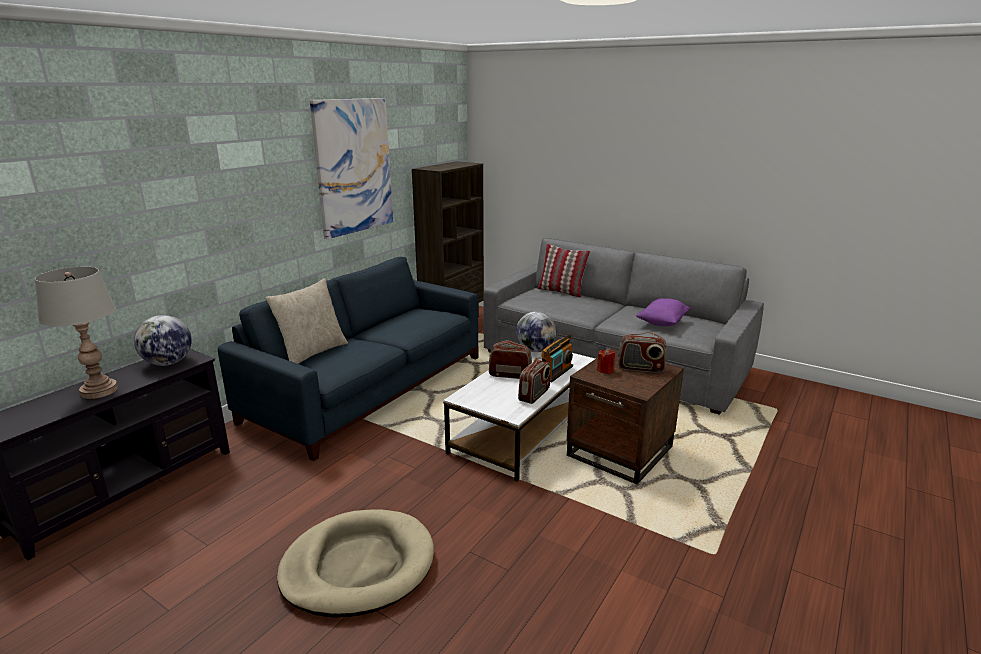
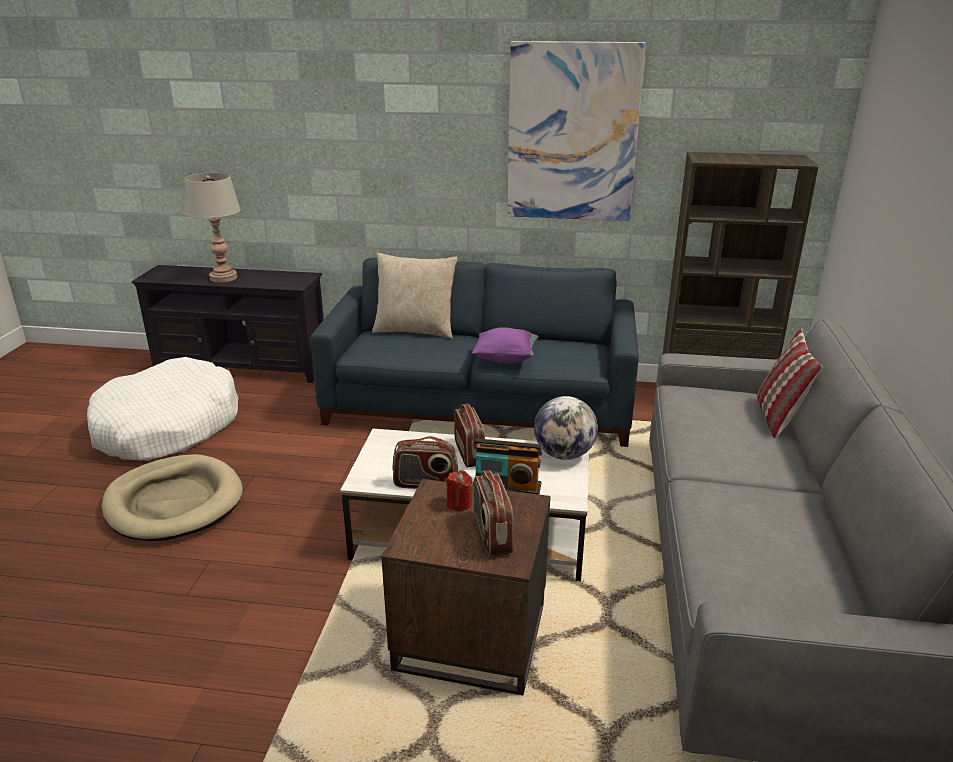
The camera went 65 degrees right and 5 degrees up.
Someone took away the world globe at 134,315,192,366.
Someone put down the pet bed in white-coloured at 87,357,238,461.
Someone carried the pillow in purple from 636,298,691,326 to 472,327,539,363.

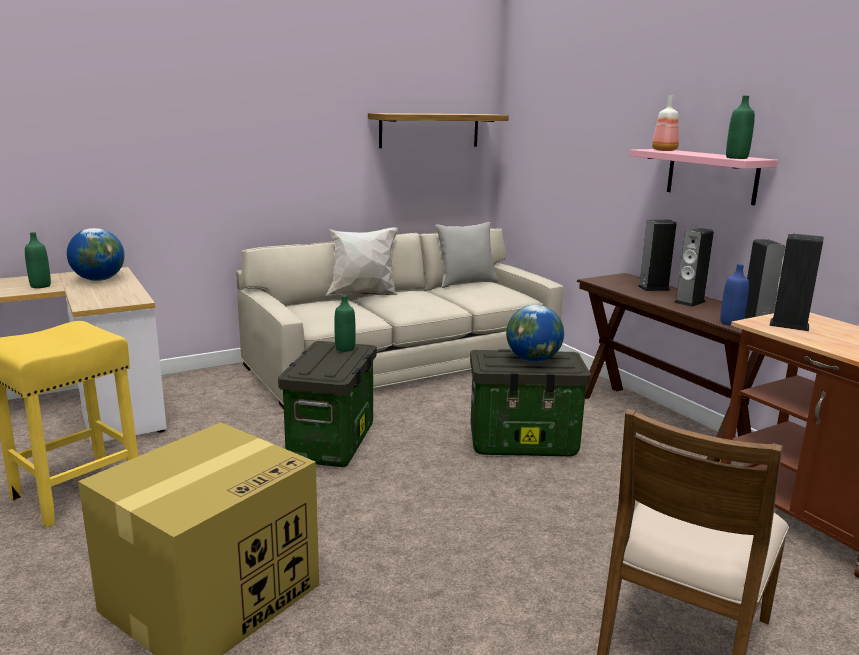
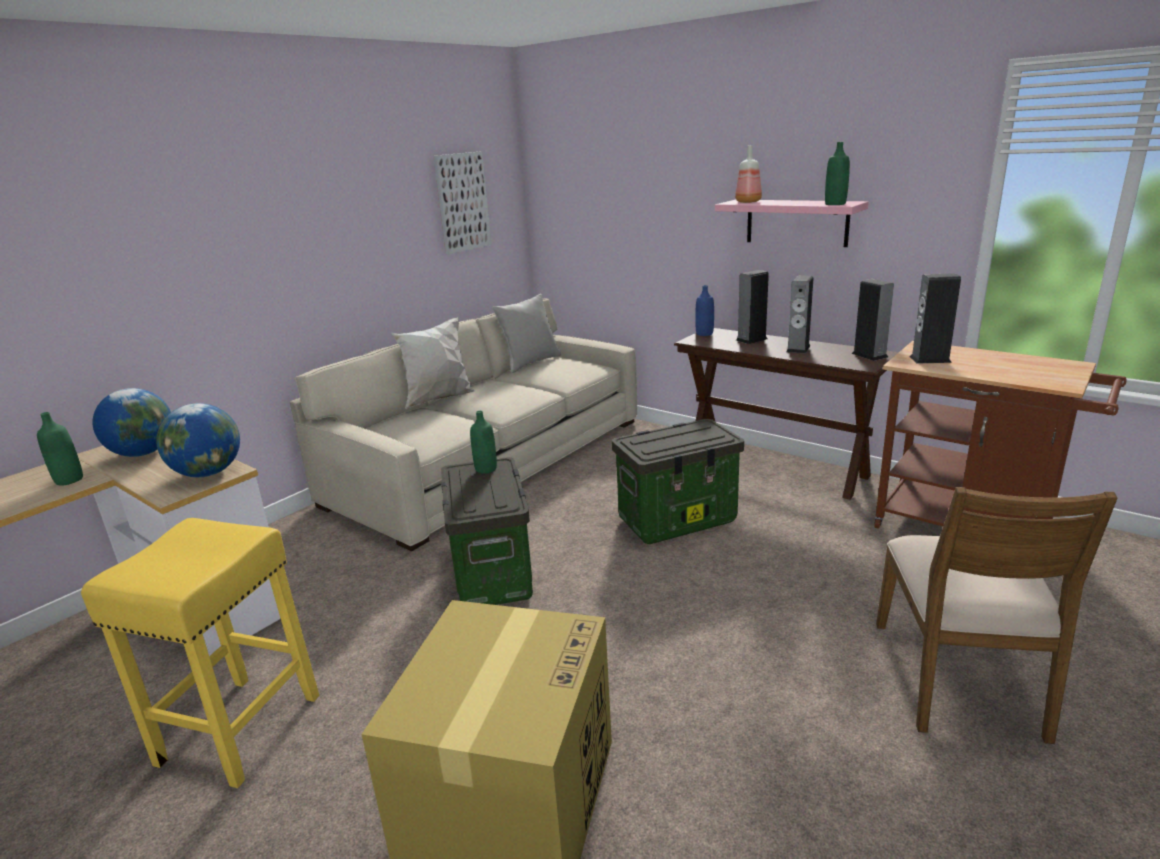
The camera went 20 degrees left and 5 degrees up.
Someone carried the world globe from 506,305,564,362 to 156,403,240,477.
Someone carried the beverage bottle in blue from 720,264,749,326 to 695,285,714,336.
Someone swapped the wall shelf at 368,113,509,148 for the wall art at 433,151,492,254.

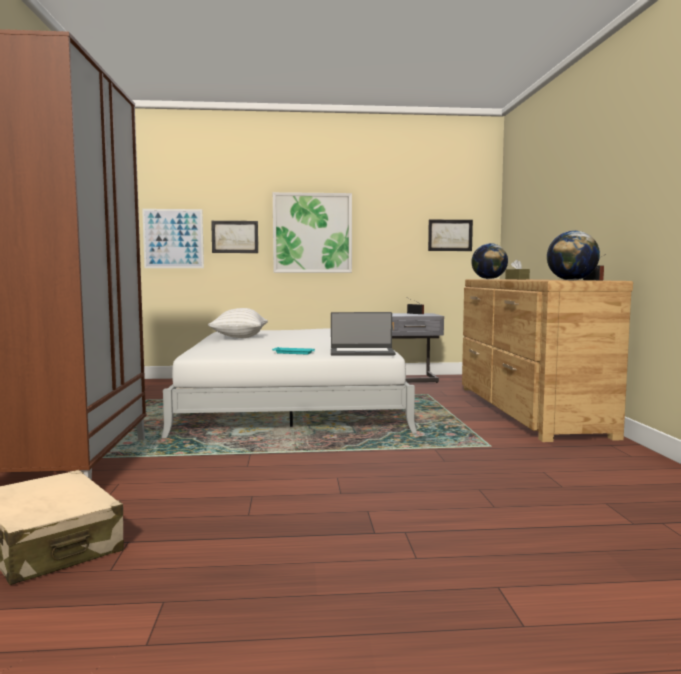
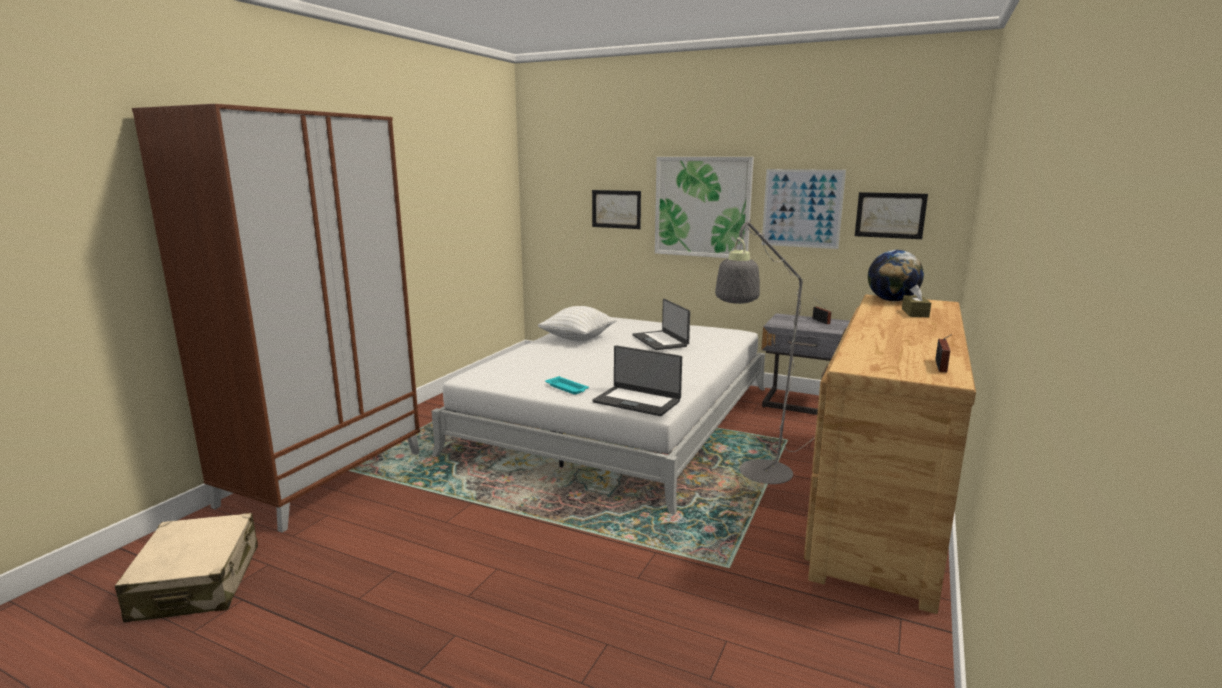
The camera went 30 degrees right and 10 degrees up.
Someone took away the world globe at 547,231,600,280.
Someone put down the notebook computer at 632,299,690,350.
Someone put down the standard lamp in grey at 715,219,815,484.
Someone carried the wall art from 142,209,204,268 to 762,169,846,249.

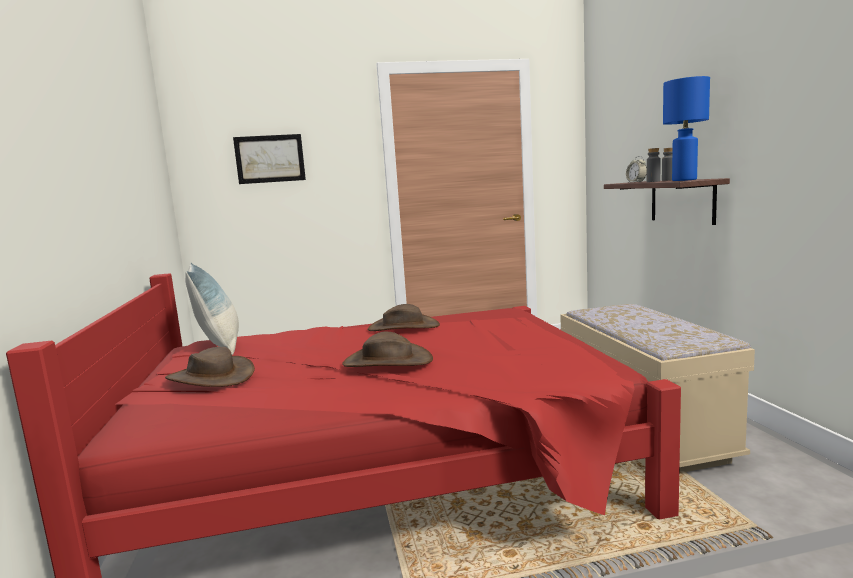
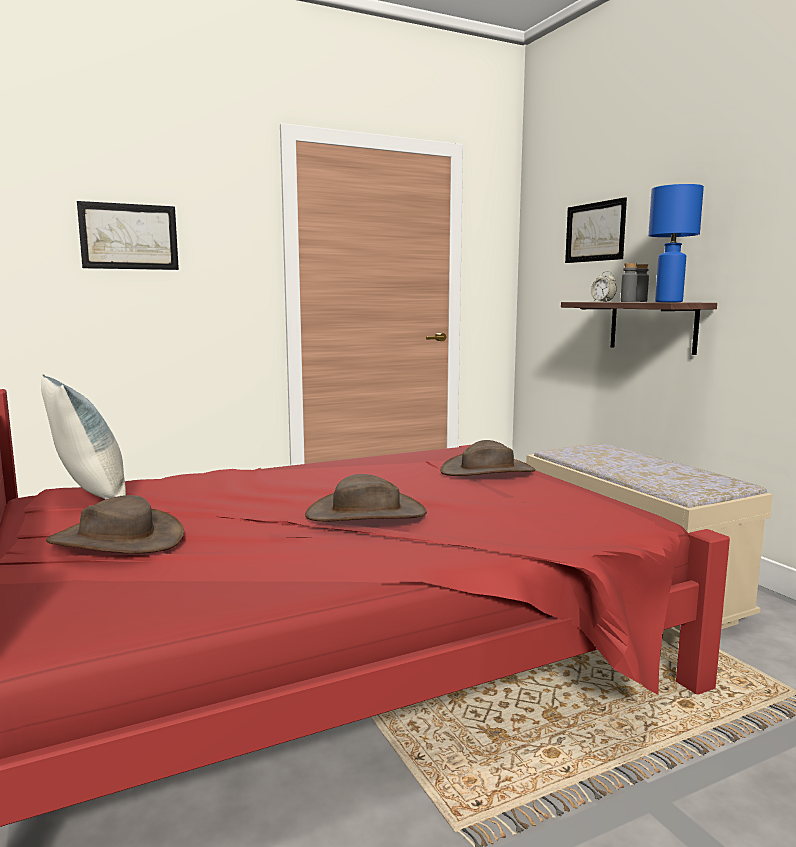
The camera went 15 degrees left and 0 degrees up.
Someone put up the wall art at 565,197,627,263.
Someone carried the clothing hat in brown-coloured from 368,304,440,331 to 440,440,535,476.

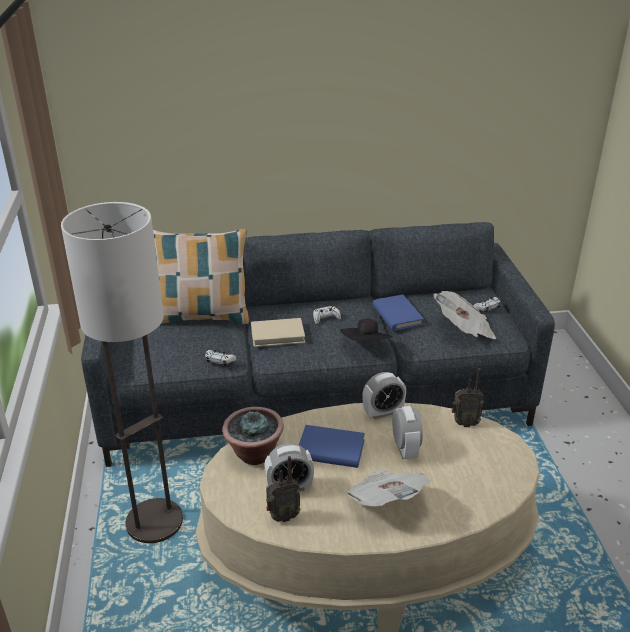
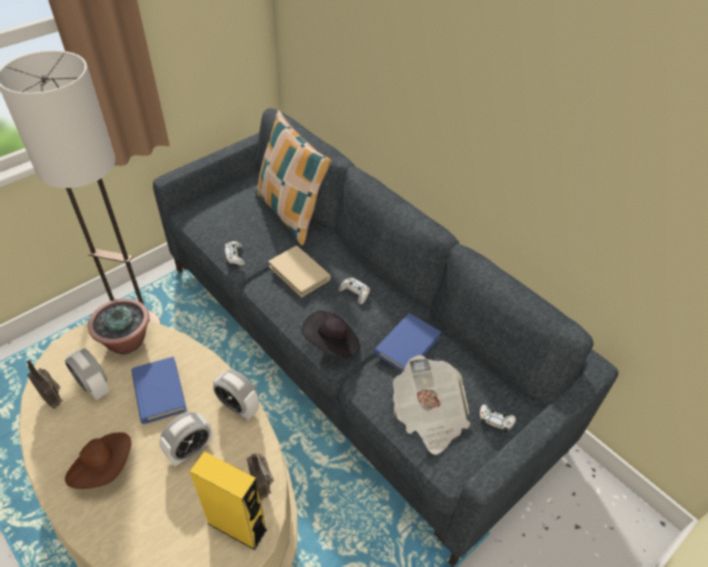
The camera went 55 degrees right and 15 degrees up.
Someone put down the loudspeaker in yellow-coloured at 189,451,267,550.
Someone swapped the daily paper at 345,470,432,506 for the clothing hat in brown-coloured at 65,432,131,489.

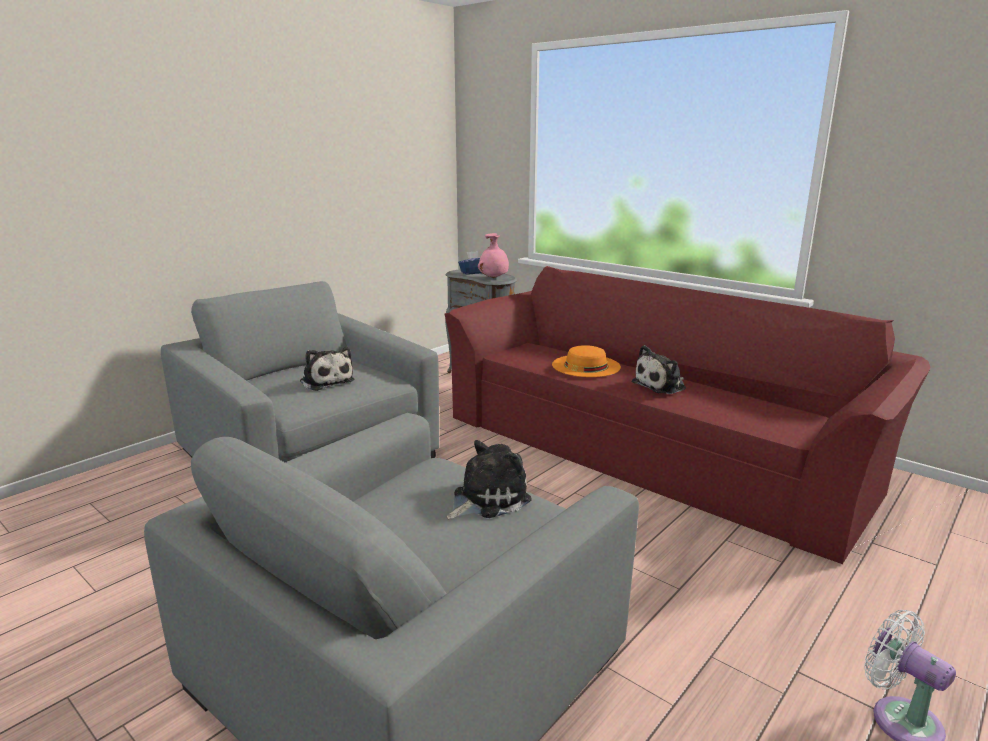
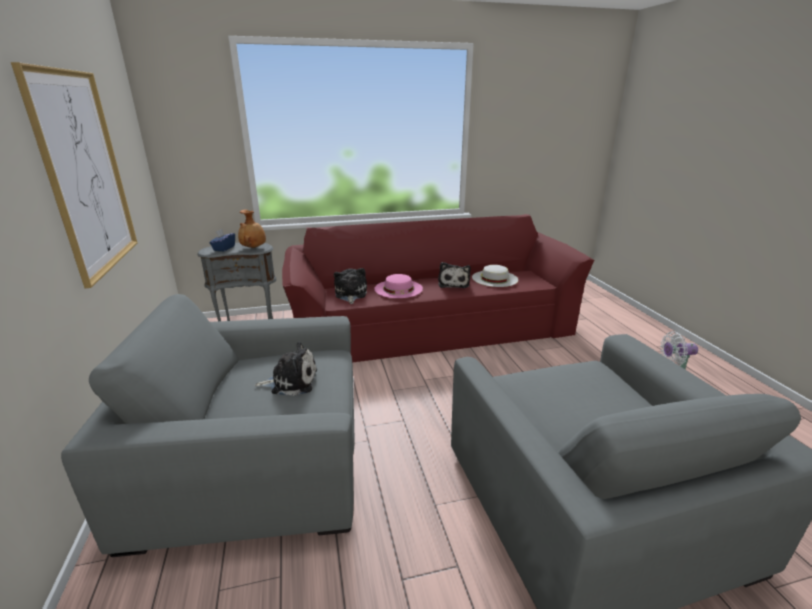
The camera went 55 degrees left and 5 degrees up.
Someone put up the wall art at 11,62,138,288.
Someone put down the clothing hat in white-coloured at 472,265,518,287.
Someone carried the cuddly toy from 447,440,532,520 to 334,268,367,304.
Someone repainted the flower vase in pink-coloured at 478,233,509,278, which became the flower vase in brown-coloured at 238,209,266,248.
Someone repainted the clothing hat in orange at 552,345,621,377, which became the clothing hat in pink-coloured at 374,274,423,298.

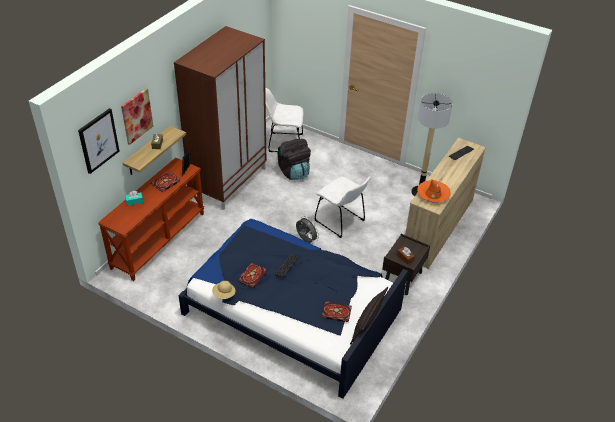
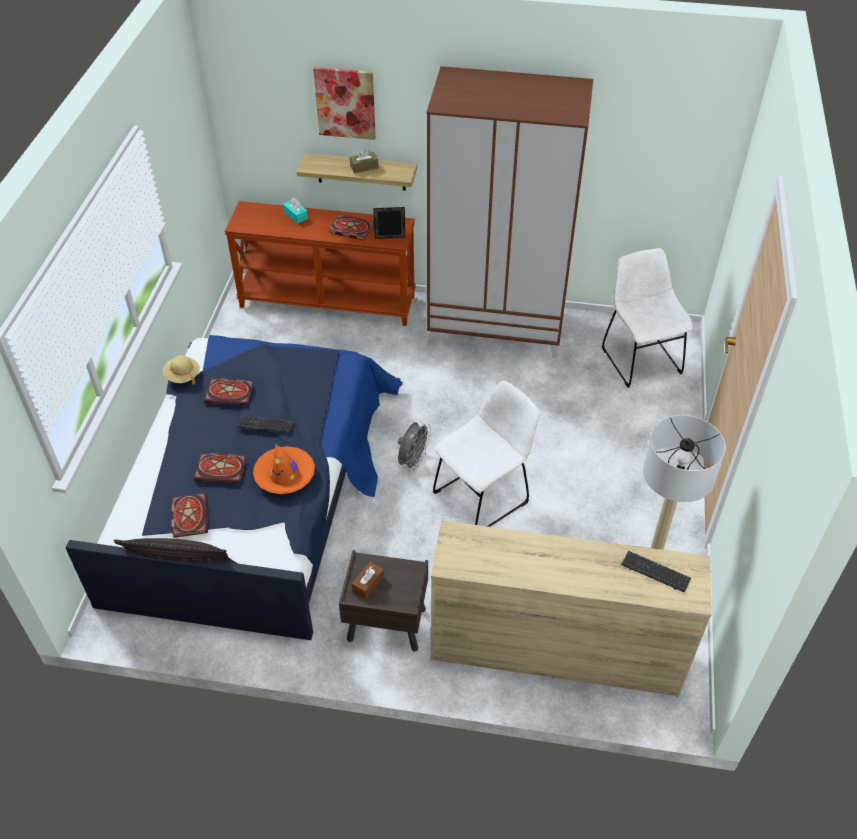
The camera went 70 degrees right and 5 degrees up.
Someone took away the wall art at 78,108,120,174.
Someone took away the backpack in black at 278,139,311,180.
Someone put down the bound book at 194,453,246,483.
Someone carried the clothing hat in orange from 417,179,451,203 to 253,444,315,494.
Someone rotated the plain chair in white-coloured at 315,176,371,238 by 150 degrees counterclockwise.

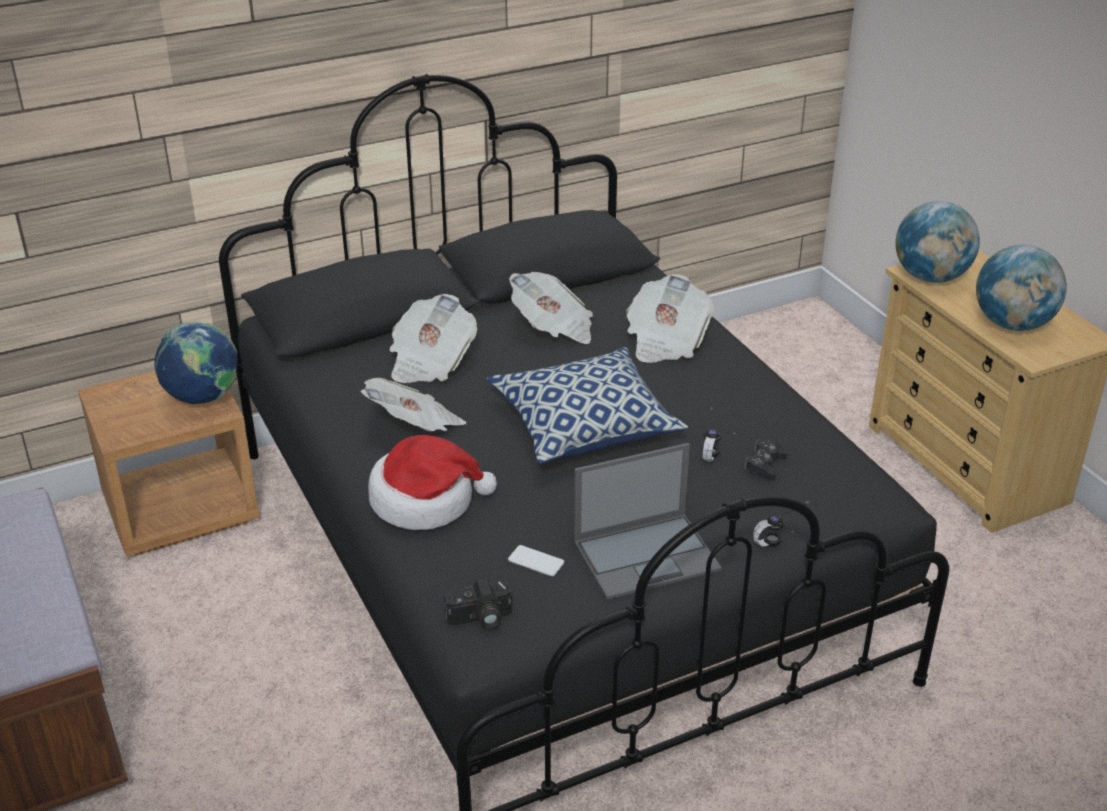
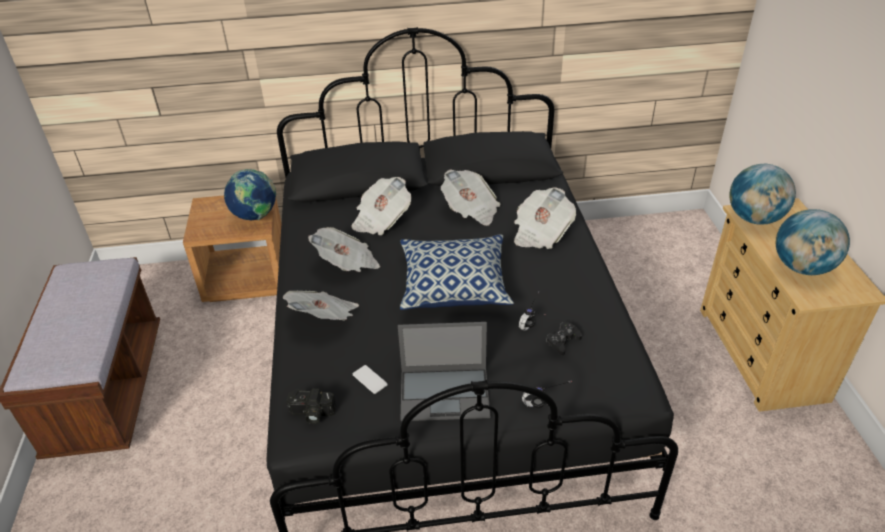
The camera went 20 degrees right and 5 degrees up.
Someone swapped the clothing hat at 368,435,497,530 for the daily paper at 283,291,359,321.

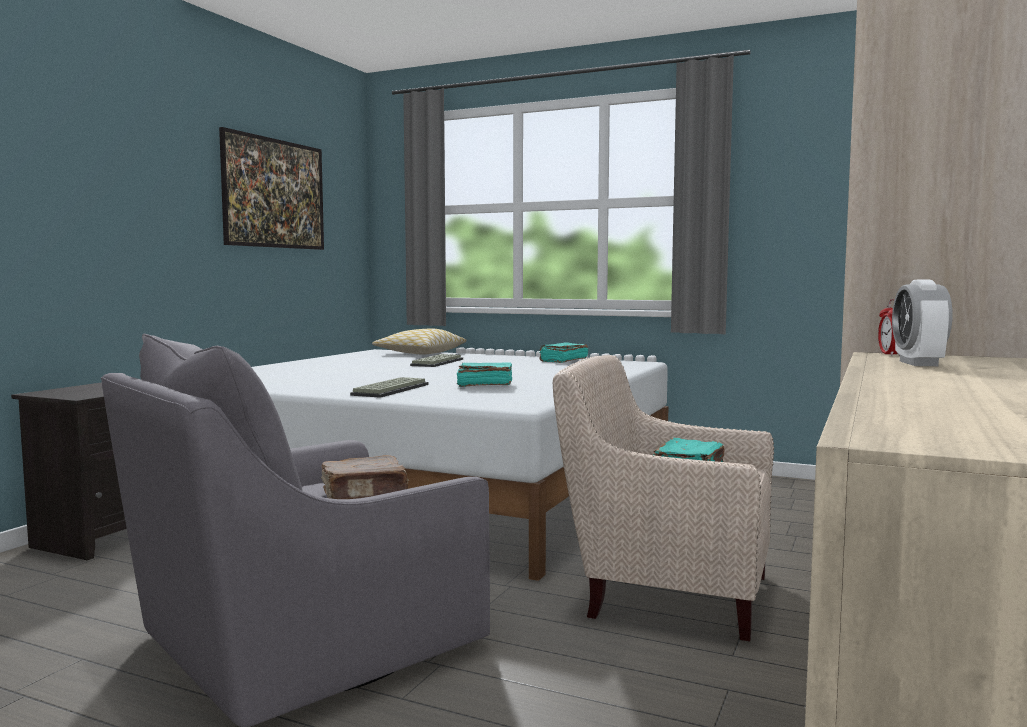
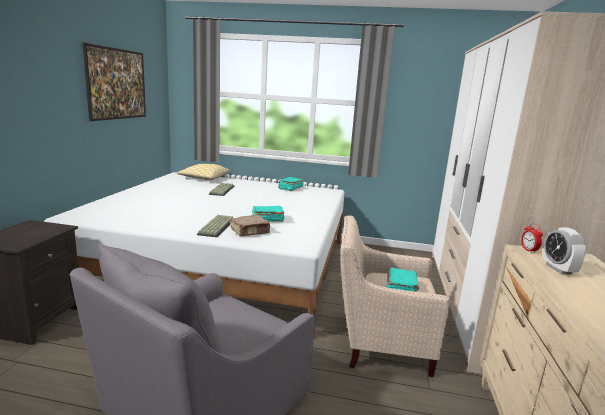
The camera went 15 degrees left and 10 degrees up.
Someone carried the bound book in brown-coloured from 321,455,409,499 to 230,214,271,236.

